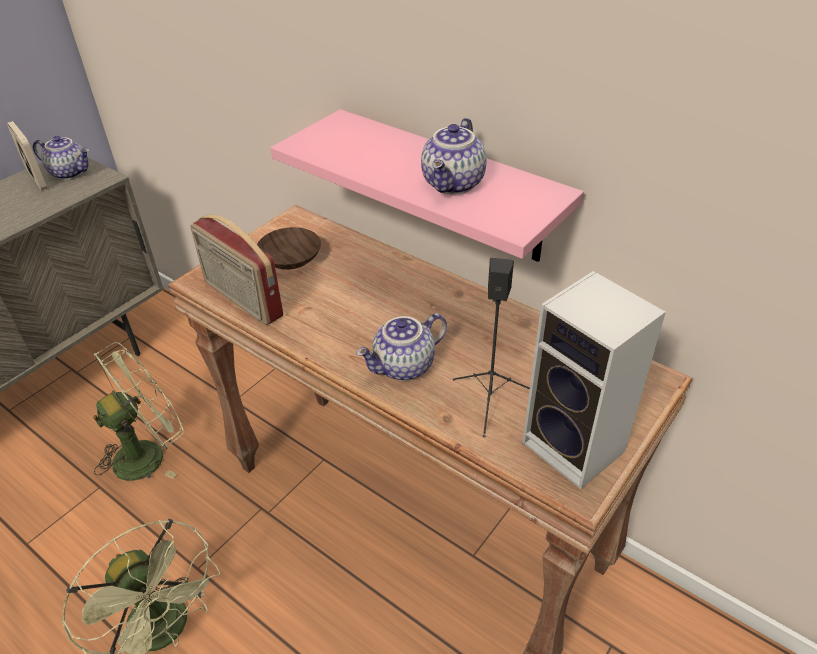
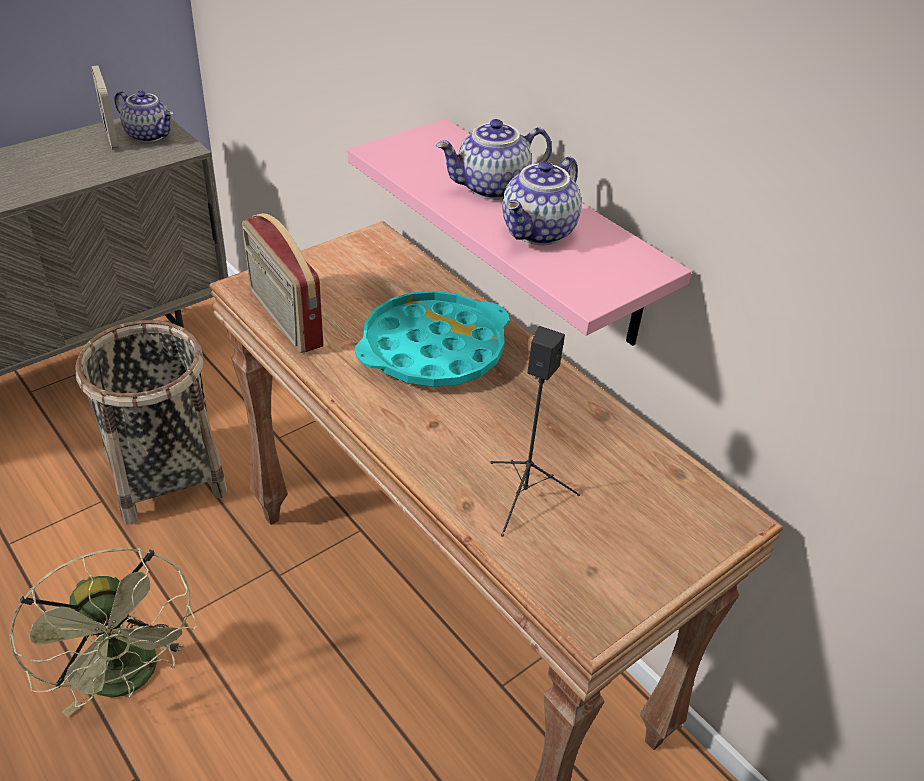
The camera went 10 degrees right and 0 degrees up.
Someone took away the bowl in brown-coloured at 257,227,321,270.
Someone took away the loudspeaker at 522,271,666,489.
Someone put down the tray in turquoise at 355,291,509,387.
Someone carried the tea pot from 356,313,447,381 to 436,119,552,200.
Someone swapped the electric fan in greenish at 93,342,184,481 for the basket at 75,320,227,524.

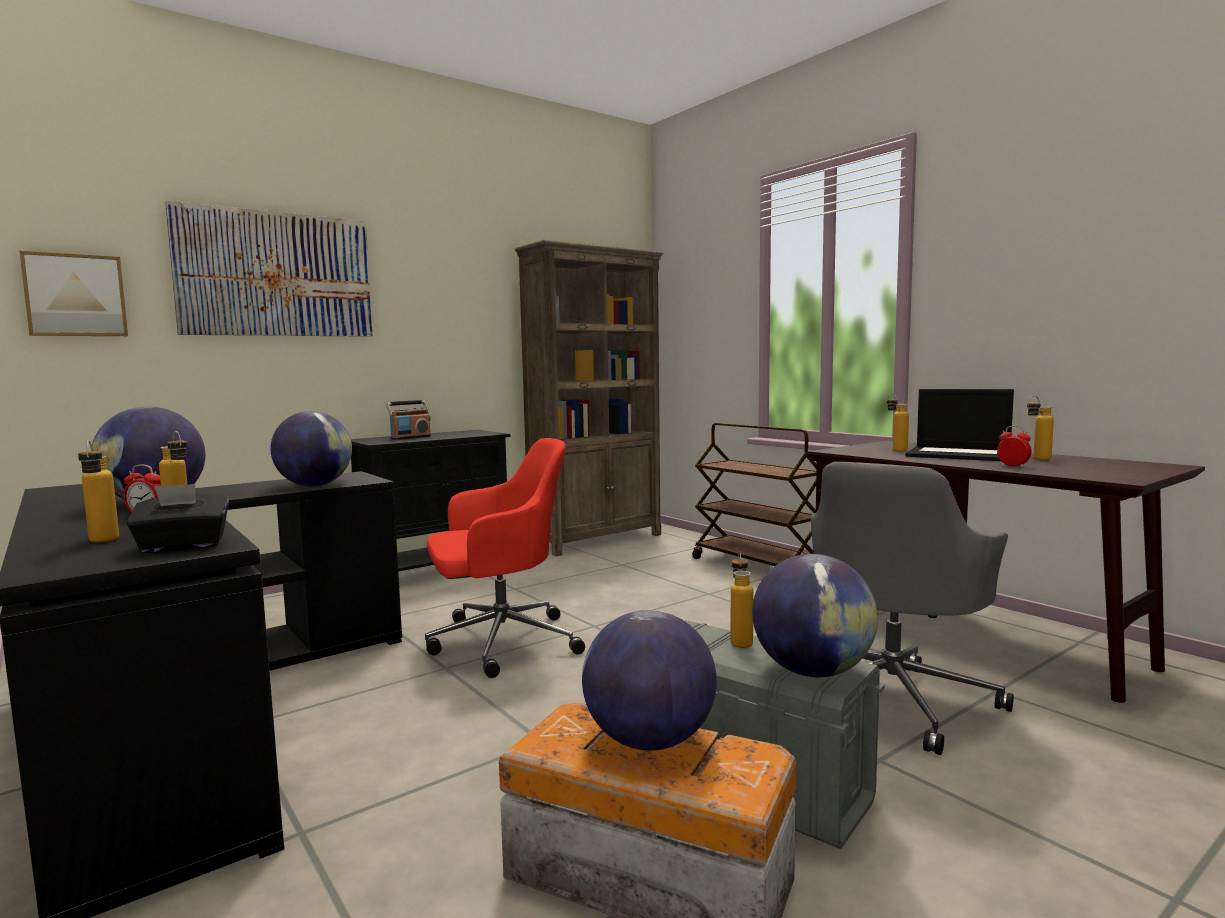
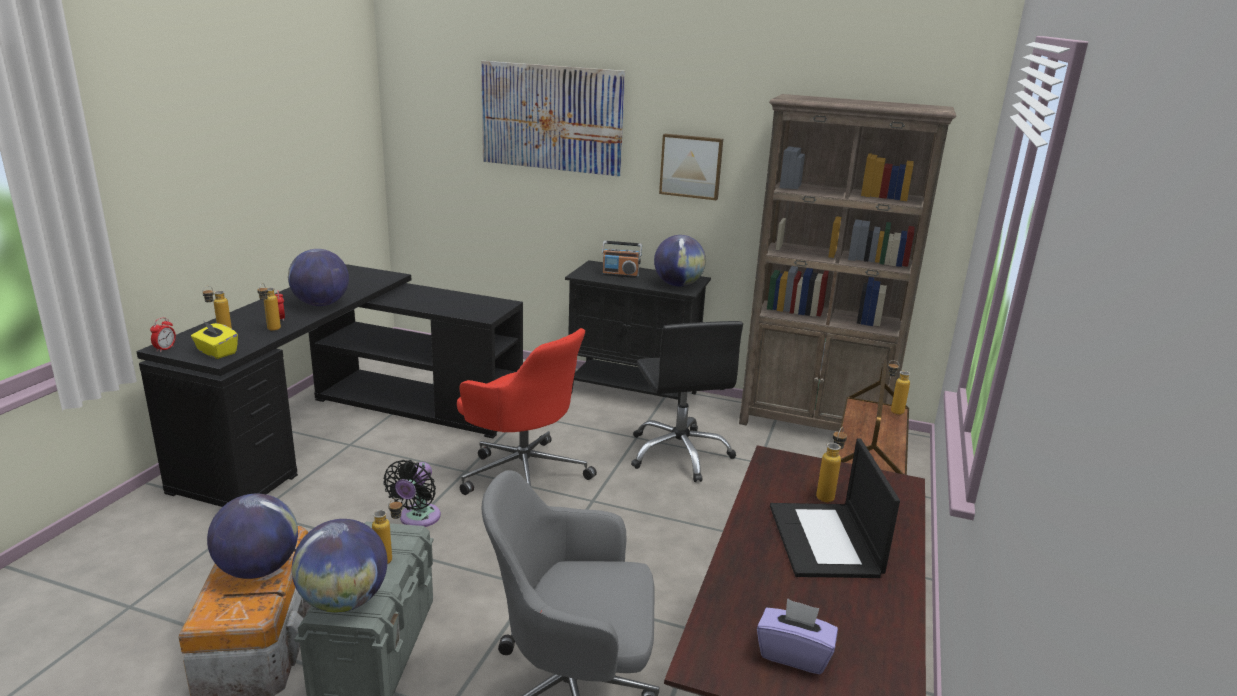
The camera went 55 degrees right and 15 degrees up.
Someone put down the electric fan in black at 383,460,441,527.
Someone put down the desk chair in black at 631,321,743,482.
Someone put down the tissue holder in purple at 757,598,838,674.
Someone carried the wall art from 19,251,128,336 to 659,134,723,200.
Someone carried the world globe from 270,411,352,486 to 654,235,706,287.
Someone carried the table clock from 997,426,1032,468 to 150,317,176,352.
Someone carried the beverage bottle from 1027,396,1054,460 to 888,360,910,415.
Someone repainted the tissue holder in black at 127,484,229,553, which became the tissue holder in yellow-coloured at 191,321,238,359.

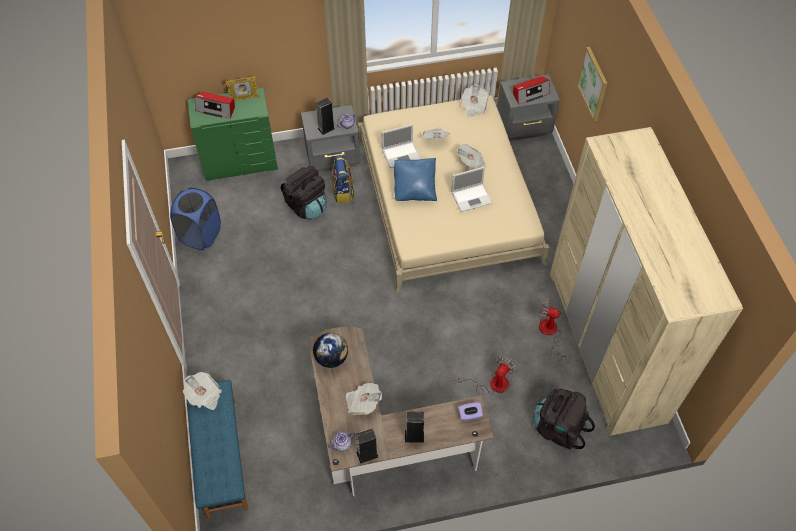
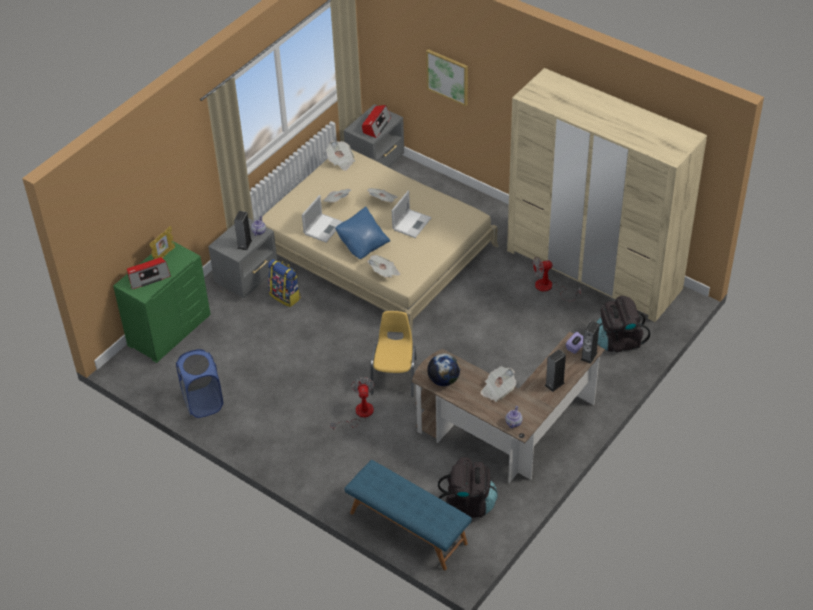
The camera went 40 degrees left and 10 degrees down.
Someone put down the plain chair in yellow-coloured at 371,311,417,397.
Someone carried the daily paper from 183,372,222,410 to 367,255,401,278.
Someone carried the backpack in black from 281,166,327,219 to 438,457,498,518.
Someone carried the loudspeaker from 356,428,378,464 to 581,321,599,364.
Someone carried the electric fan from 455,356,517,395 to 330,377,374,430.

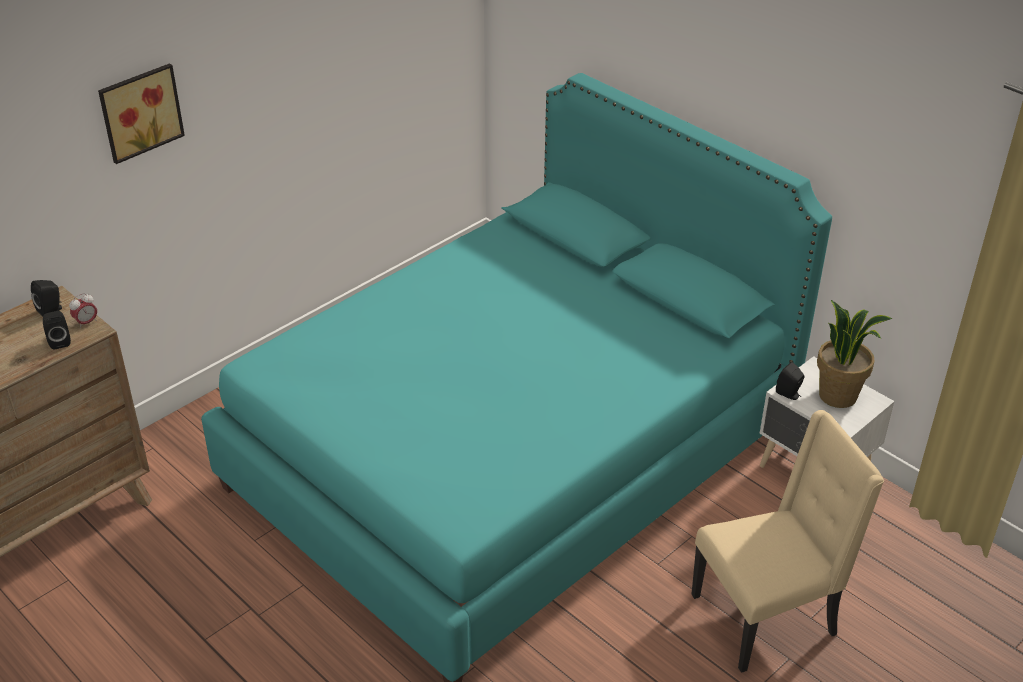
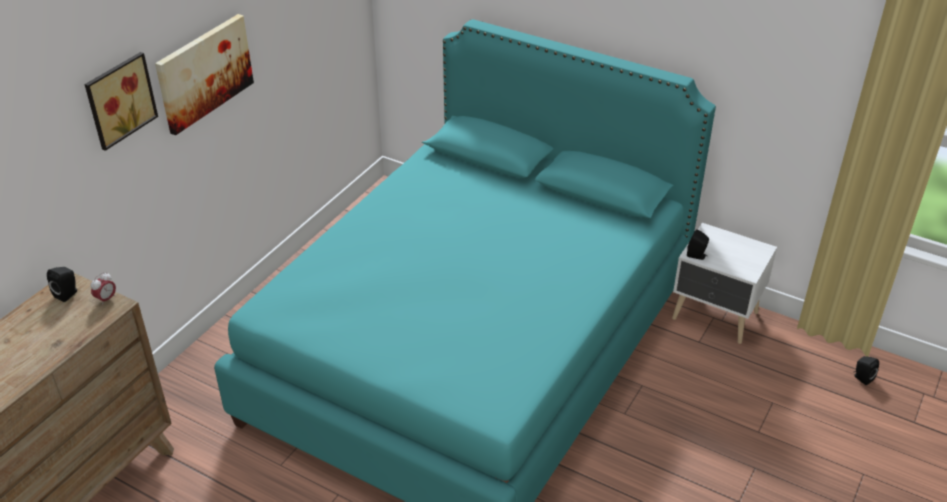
The camera went 15 degrees left and 0 degrees up.
Someone took away the plain chair in sand-coloured at 691,410,884,673.
Someone took away the plant in a pot at 817,300,892,408.
Someone put up the wall art at 155,14,254,135.
Someone carried the loudspeaker in black from 43,311,71,349 to 854,356,879,385.

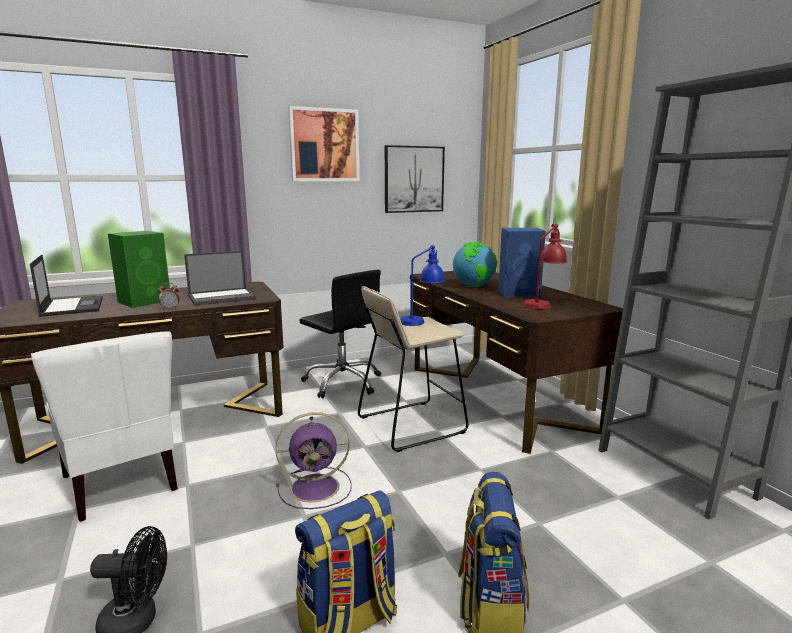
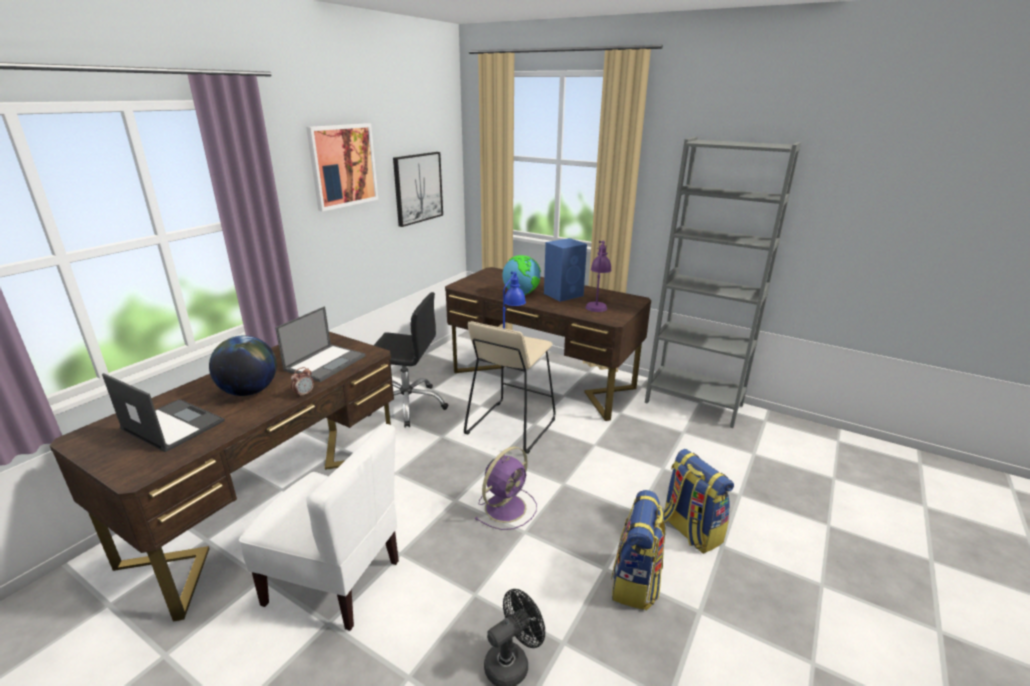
The camera went 35 degrees left and 10 degrees up.
Someone swapped the loudspeaker in greenish at 108,231,170,308 for the world globe at 209,336,277,396.
Someone repainted the tabletop lamp in red at 523,224,567,309, which became the tabletop lamp in purple at 586,240,612,312.

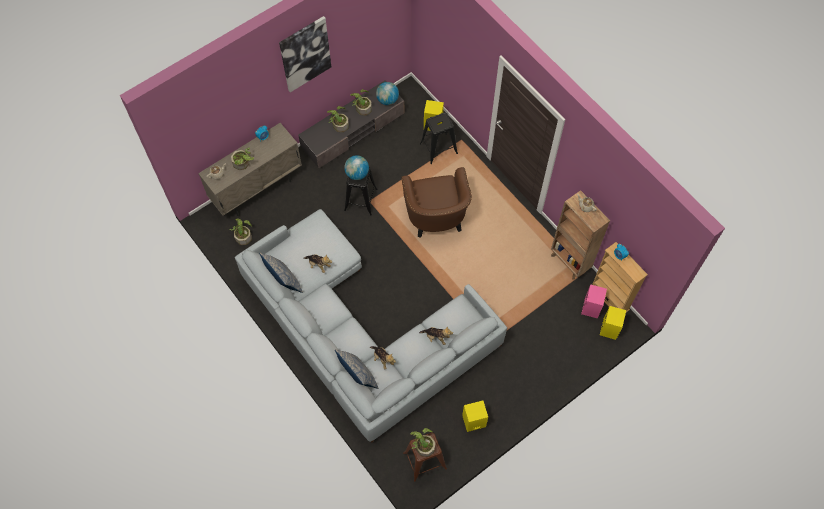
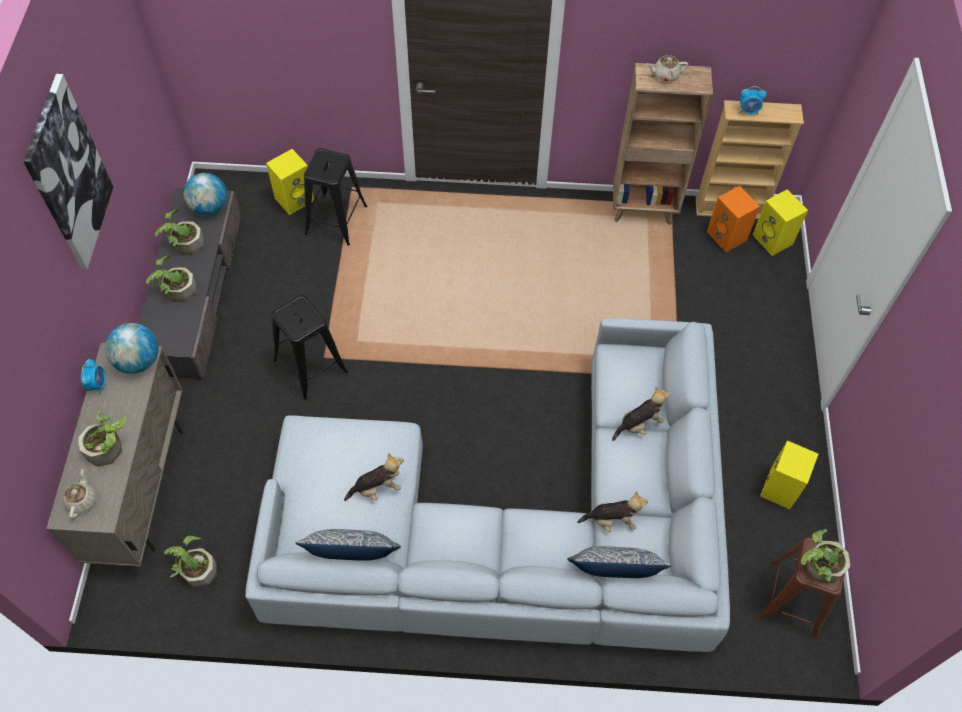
The camera went 50 degrees left and 5 degrees down.
Someone took away the armchair in brown-coloured at 401,167,472,238.
Someone carried the world globe from 344,155,369,180 to 105,323,159,374.
Someone repainted the loudspeaker in pink-coloured at 581,284,607,319, which became the loudspeaker in orange at 707,186,760,252.

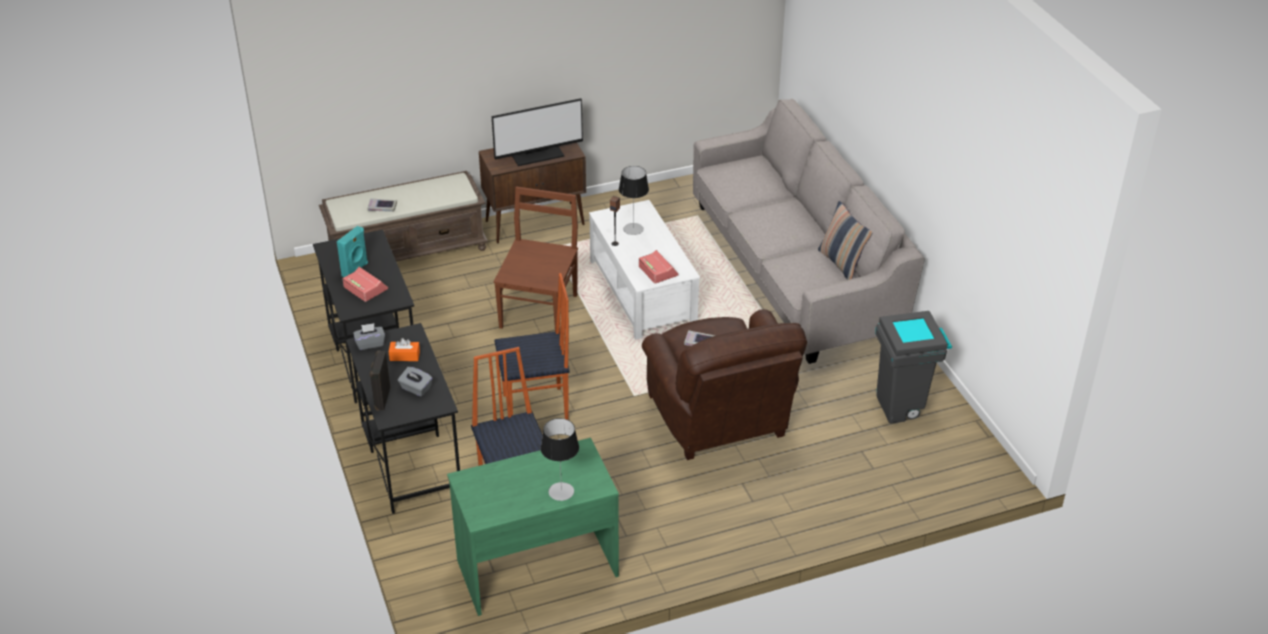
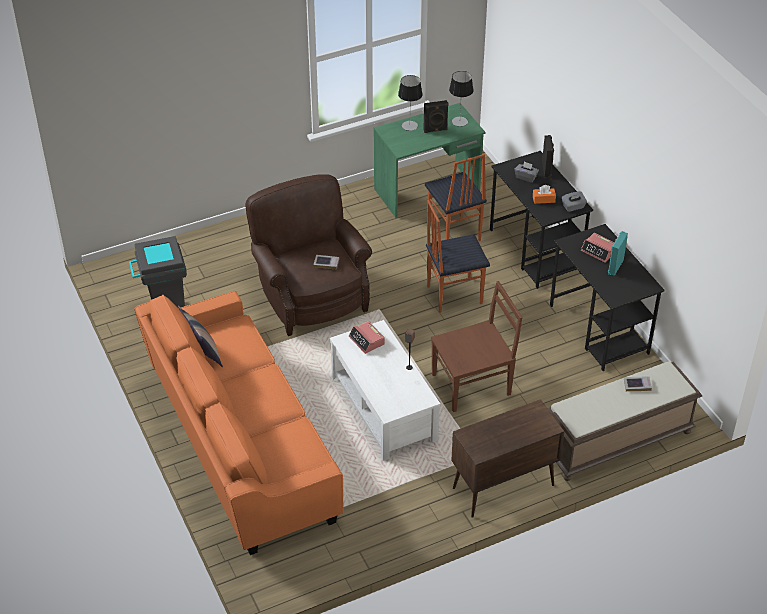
The camera went 175 degrees right and 5 degrees up.
Someone took away the computer display at 492,98,583,166.
Someone put down the loudspeaker in black at 423,100,449,133.
Someone carried the tabletop lamp from 619,166,649,235 to 449,71,474,126.
Someone repainted the sofa in grey at 693,99,925,364, which became the sofa in orange at 134,291,343,555.
Someone rotated the plain chair in brown-coloured at 494,186,578,332 by 120 degrees counterclockwise.

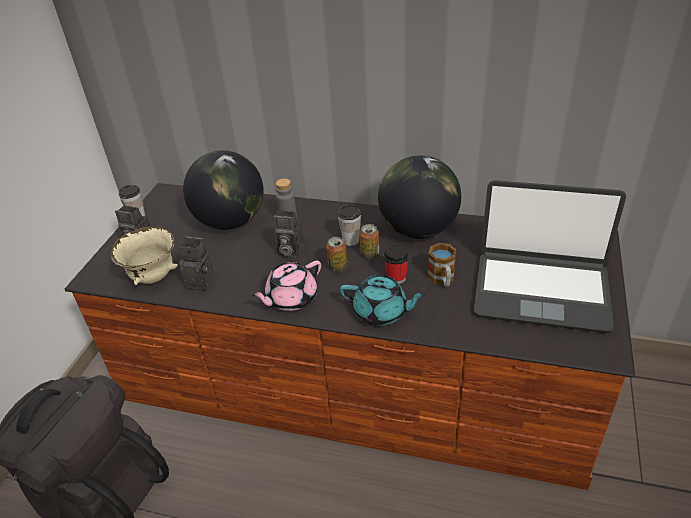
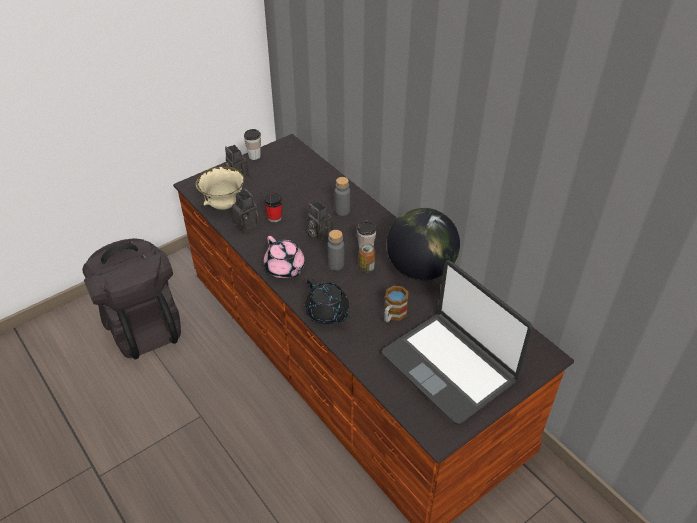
The camera went 35 degrees right and 5 degrees up.
Someone took away the world globe at 183,150,264,230.
Someone carried the cup from 384,244,409,284 to 264,192,283,222.
Someone swapped the can at 326,237,347,272 for the beverage bottle in grey at 328,230,344,270.
Someone repainted the tea pot in turquoise at 340,275,426,326, which became the tea pot in black at 305,278,350,324.
Someone rotated the tea pot in pink-coloured at 251,261,321,311 by 120 degrees counterclockwise.

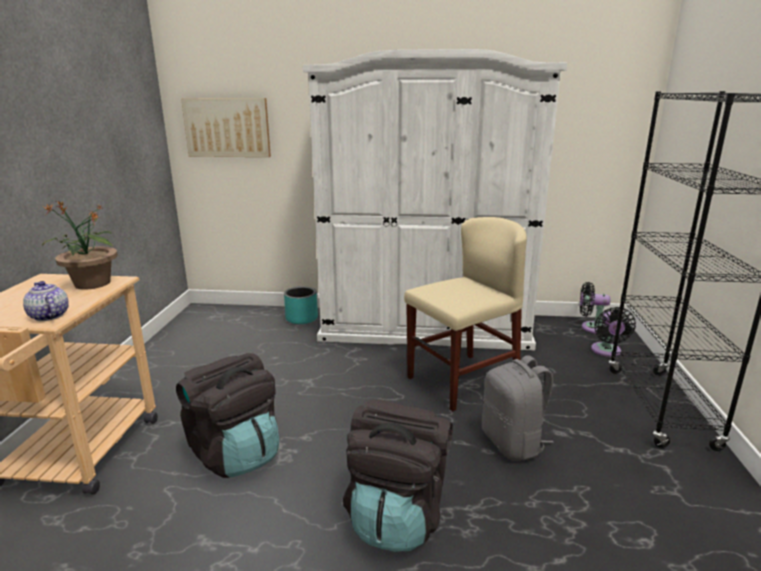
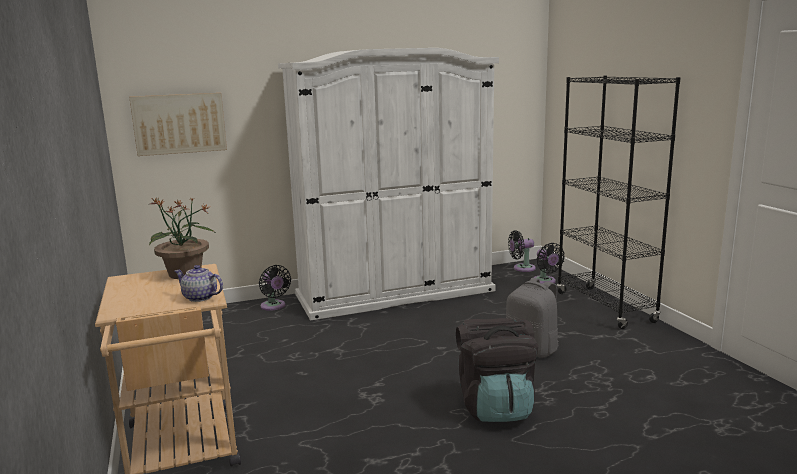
The camera went 25 degrees left and 5 degrees down.
Someone took away the backpack in black at 176,353,279,478.
Someone took away the plain chair in sand-coloured at 404,217,527,411.
Someone swapped the plant pot in turquoise at 284,286,318,324 for the electric fan in black at 259,265,291,311.

